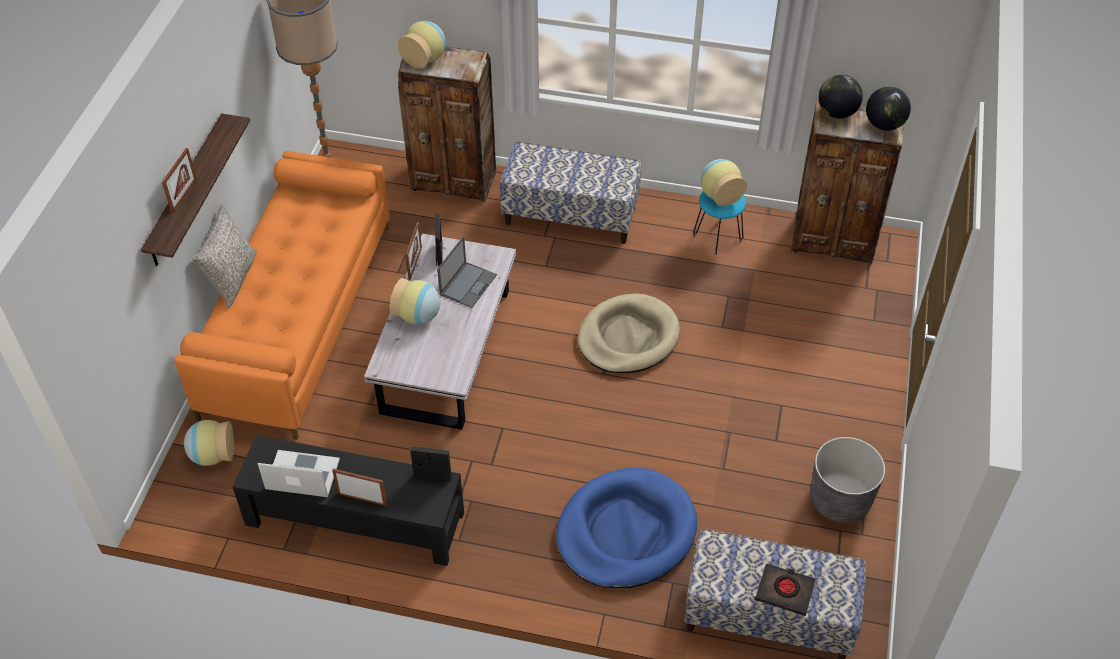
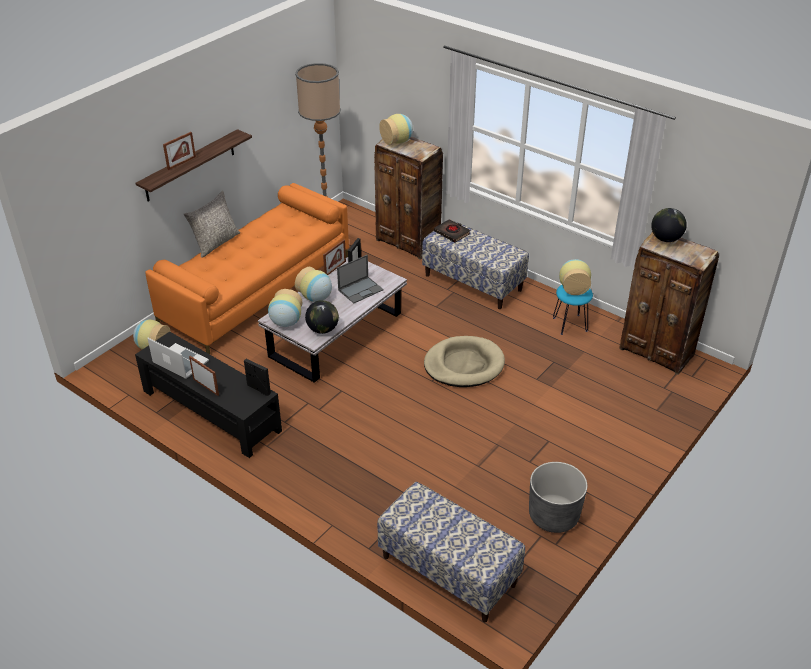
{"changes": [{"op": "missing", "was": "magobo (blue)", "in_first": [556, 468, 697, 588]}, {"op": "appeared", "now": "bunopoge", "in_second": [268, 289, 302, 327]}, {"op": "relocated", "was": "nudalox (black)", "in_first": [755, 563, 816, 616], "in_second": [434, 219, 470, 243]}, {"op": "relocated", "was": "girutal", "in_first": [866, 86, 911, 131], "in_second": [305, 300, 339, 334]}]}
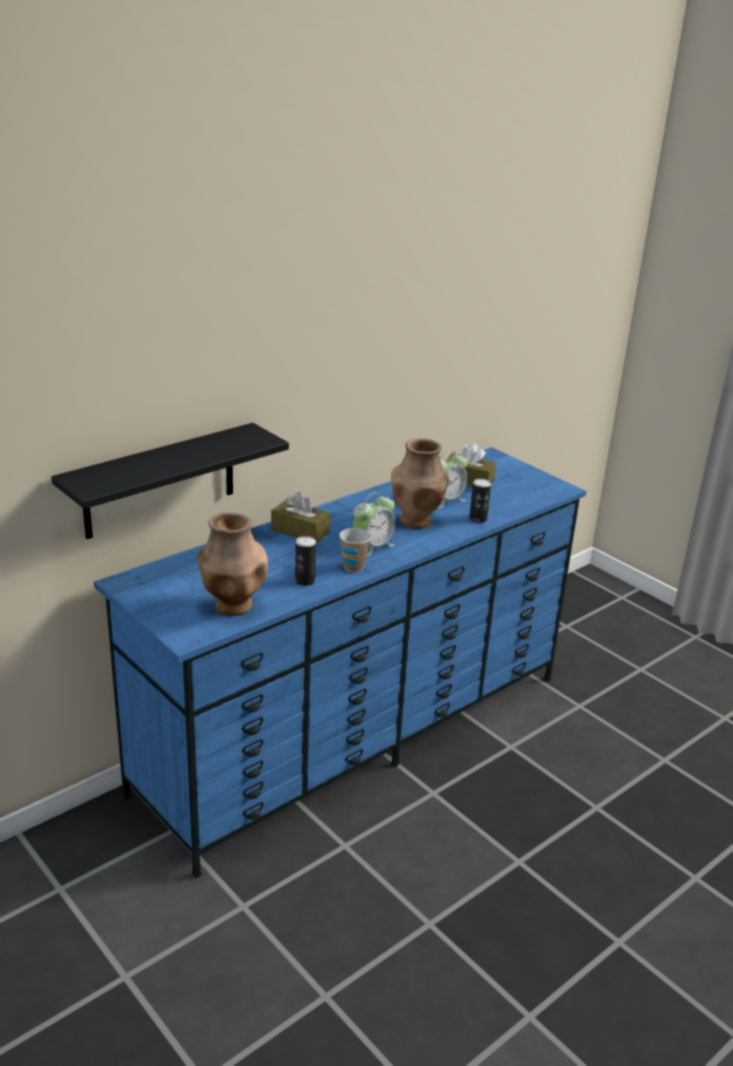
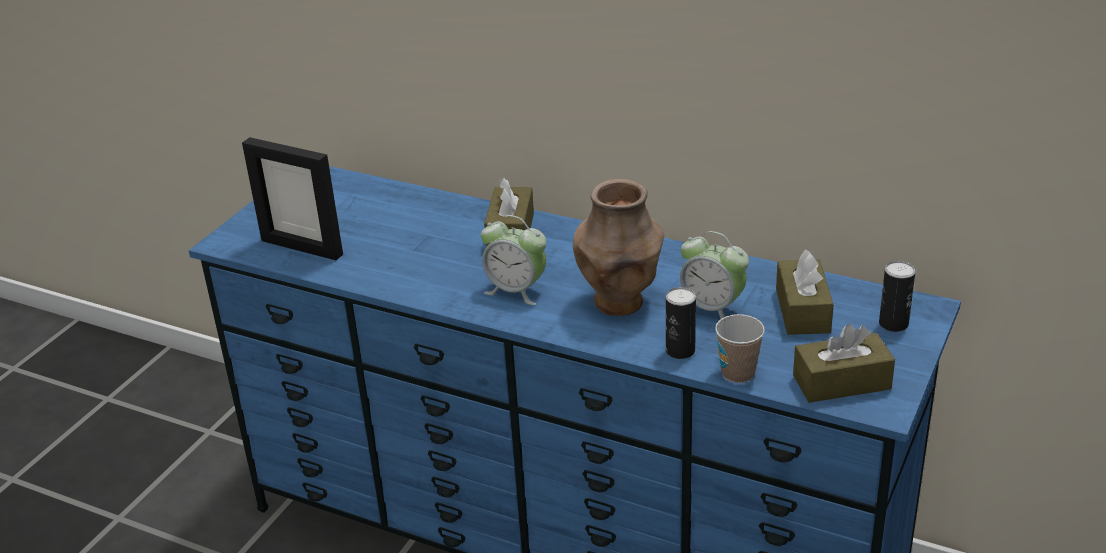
{"changes": [{"op": "missing", "was": "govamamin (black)", "in_first": [51, 423, 289, 539]}, {"op": "appeared", "now": "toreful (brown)", "in_second": [793, 324, 895, 403]}, {"op": "relocated", "was": "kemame", "in_first": [295, 536, 316, 586], "in_second": [879, 261, 915, 332]}, {"op": "relocated", "was": "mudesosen", "in_first": [339, 528, 371, 572], "in_second": [715, 314, 765, 383]}, {"op": "exchanged", "was": "bunopoge (brown)", "now": "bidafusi", "in_first": [197, 512, 268, 616], "in_second": [242, 137, 343, 260]}]}
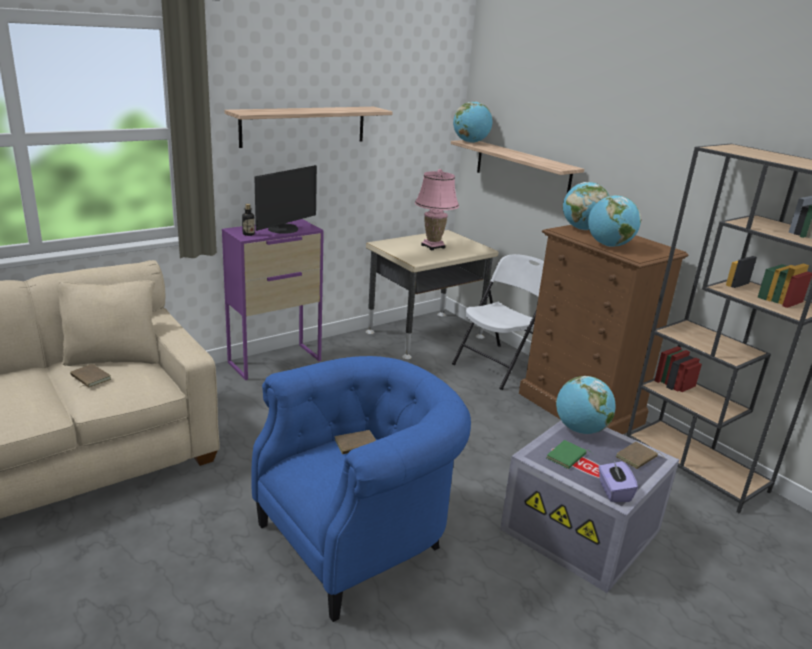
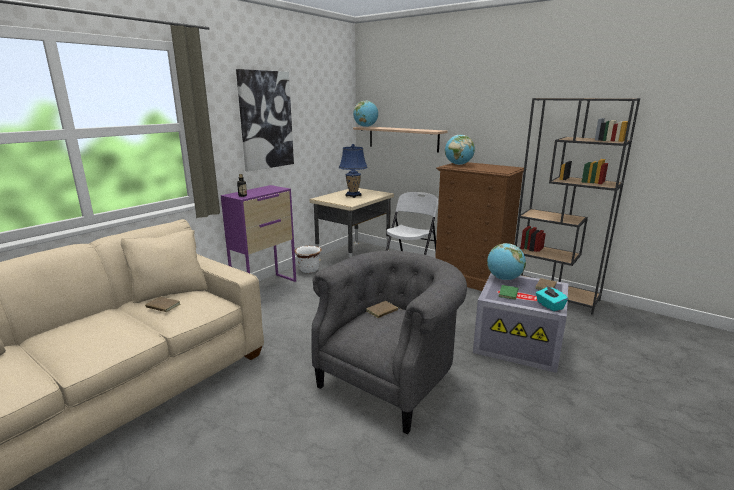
{"changes": [{"op": "missing", "was": "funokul", "in_first": [254, 165, 317, 234]}, {"op": "missing", "was": "girutal", "in_first": [588, 195, 641, 247]}, {"op": "appeared", "now": "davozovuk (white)", "in_second": [295, 246, 322, 273]}, {"op": "exchanged", "was": "govamamin", "now": "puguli", "in_first": [225, 107, 393, 148], "in_second": [236, 69, 294, 172]}, {"op": "colour", "was": "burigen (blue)", "now": "burigen (grey)", "in_first": [251, 356, 471, 622], "in_second": [311, 250, 467, 434]}, {"op": "colour", "was": "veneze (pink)", "now": "veneze (blue)", "in_first": [415, 169, 459, 251], "in_second": [339, 144, 368, 198]}, {"op": "colour", "was": "toreful (purple)", "now": "toreful (turquoise)", "in_first": [599, 461, 638, 502], "in_second": [536, 286, 568, 311]}]}
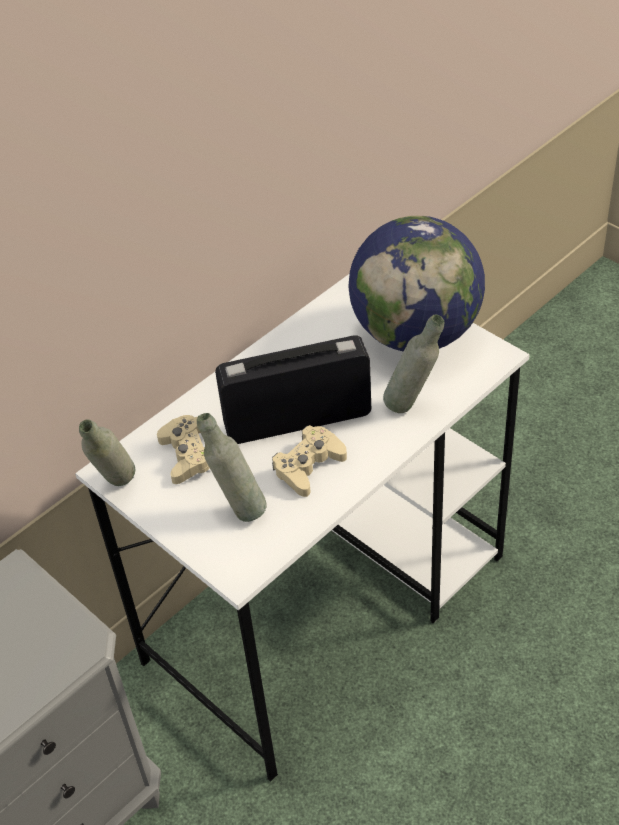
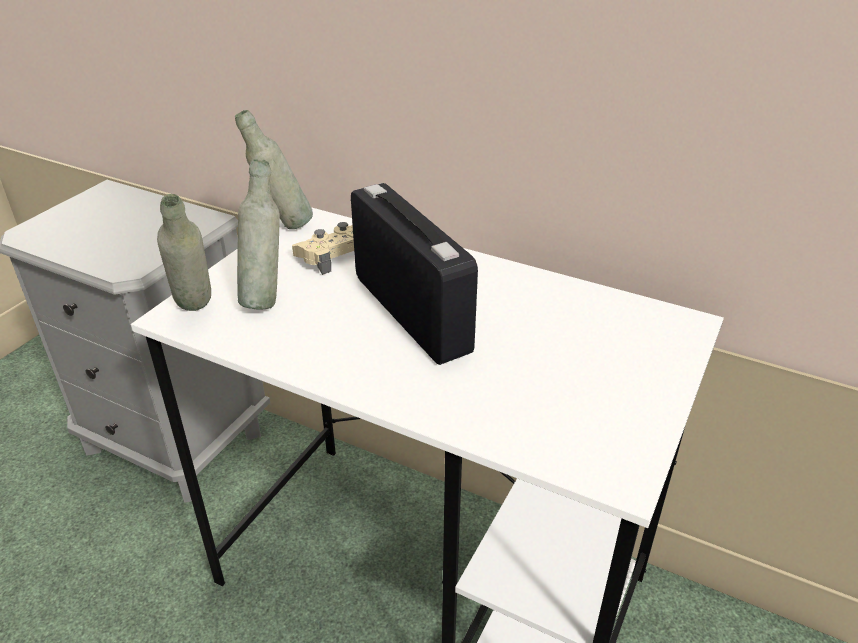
{"changes": [{"op": "missing", "was": "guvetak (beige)", "in_first": [272, 425, 347, 497]}, {"op": "missing", "was": "girutal", "in_first": [348, 216, 485, 352]}, {"op": "relocated", "was": "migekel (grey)", "in_first": [383, 315, 444, 413], "in_second": [157, 194, 211, 311]}]}
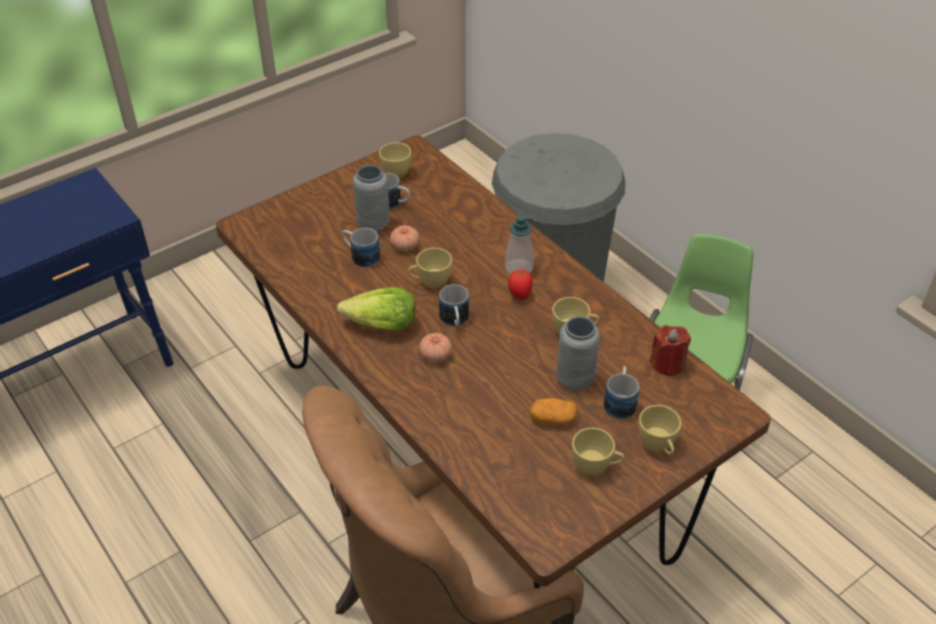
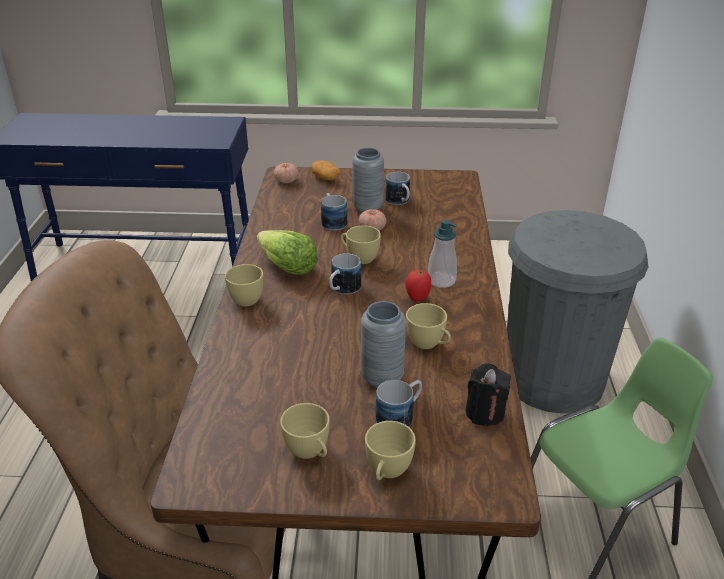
{"changes": [{"op": "relocated", "was": "mudesosen (yellow)", "in_first": [379, 142, 411, 179], "in_second": [225, 264, 263, 307]}, {"op": "relocated", "was": "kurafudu", "in_first": [419, 333, 452, 362], "in_second": [274, 163, 299, 183]}, {"op": "relocated", "was": "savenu", "in_first": [530, 398, 577, 424], "in_second": [311, 160, 340, 180]}, {"op": "colour", "was": "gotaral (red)", "now": "gotaral (black)", "in_first": [650, 325, 691, 377], "in_second": [466, 363, 511, 426]}]}
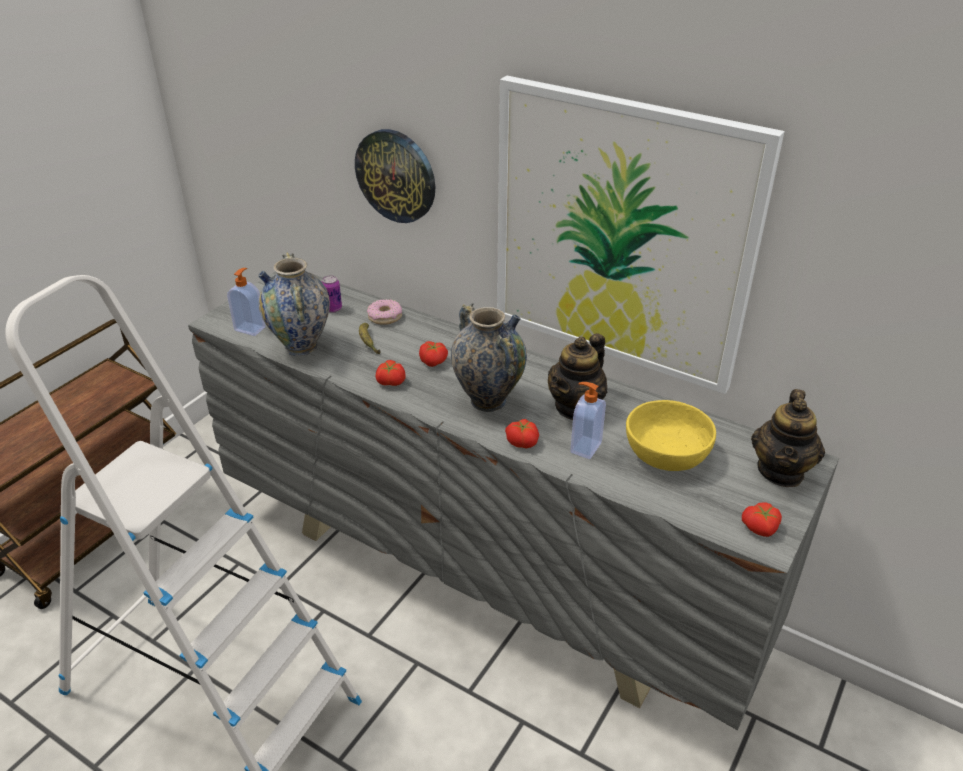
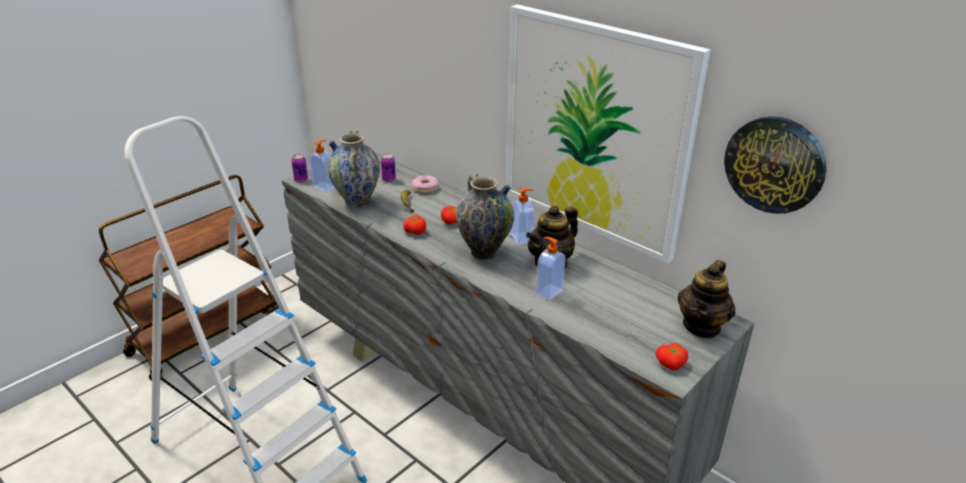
{"changes": [{"op": "missing", "was": "kurafudu", "in_first": [505, 419, 539, 448]}, {"op": "missing", "was": "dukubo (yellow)", "in_first": [626, 400, 716, 471]}, {"op": "appeared", "now": "kemame", "in_second": [291, 154, 308, 182]}, {"op": "appeared", "now": "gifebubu", "in_second": [511, 188, 534, 245]}, {"op": "relocated", "was": "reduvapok", "in_first": [355, 129, 435, 223], "in_second": [724, 116, 826, 214]}]}
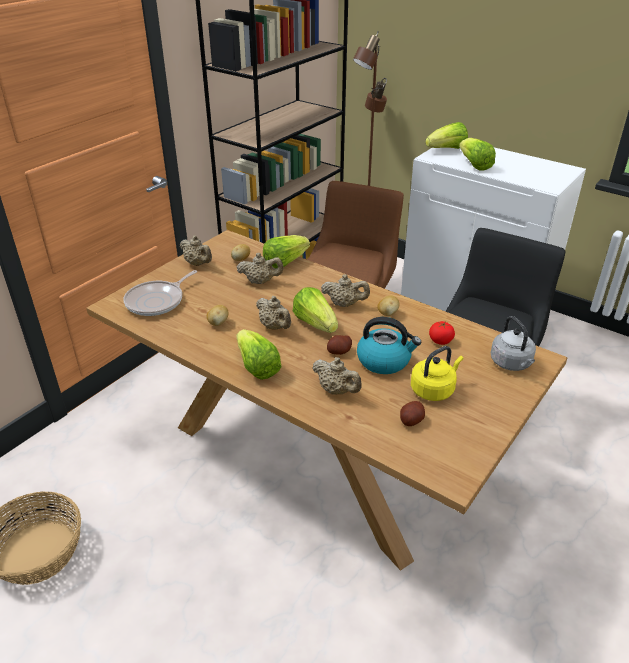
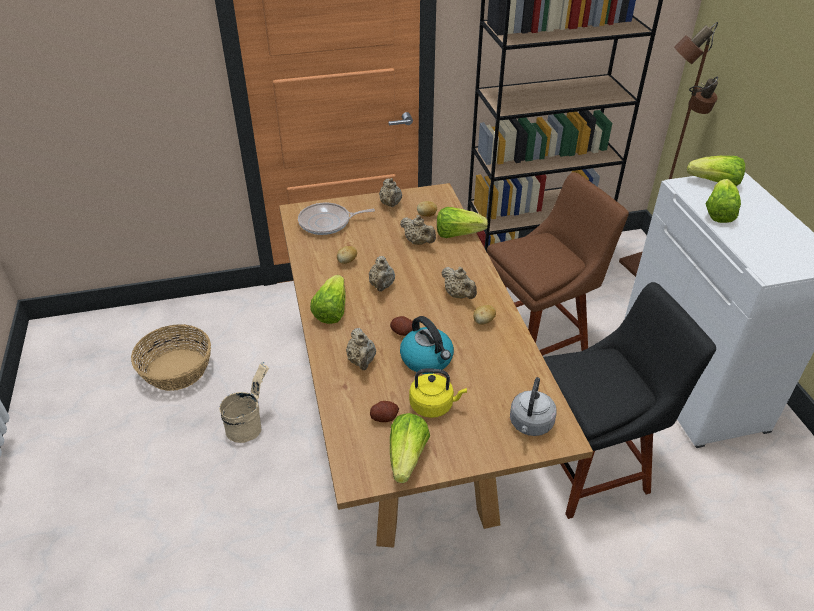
{"changes": [{"op": "missing", "was": "kurafudu", "in_first": [429, 321, 455, 345]}, {"op": "appeared", "now": "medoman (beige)", "in_second": [219, 362, 269, 443]}, {"op": "relocated", "was": "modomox", "in_first": [293, 287, 338, 333], "in_second": [390, 413, 430, 483]}]}
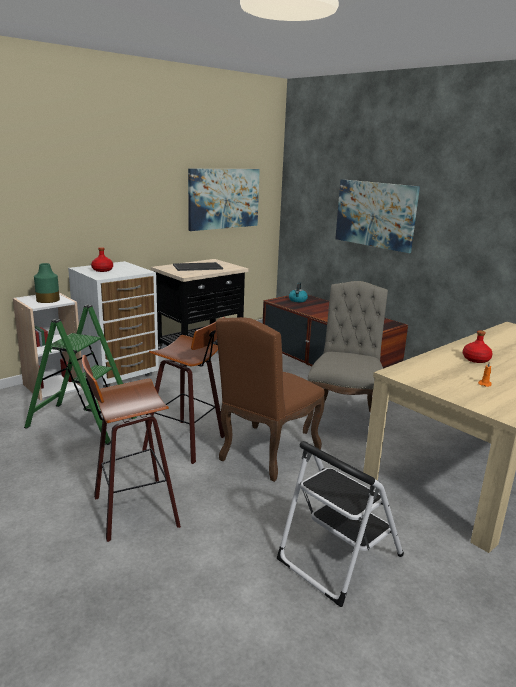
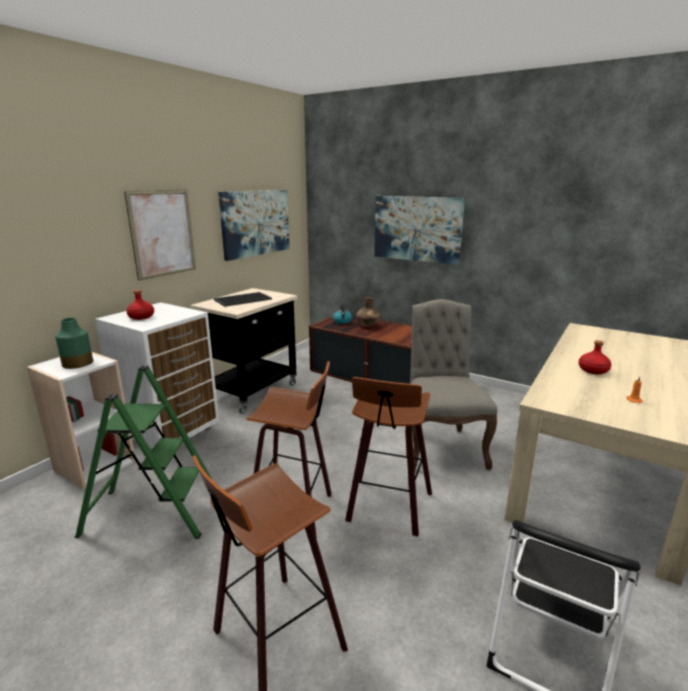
{"changes": [{"op": "appeared", "now": "puguli", "in_second": [124, 190, 196, 281]}, {"op": "appeared", "now": "bunopoge (brown)", "in_second": [356, 297, 381, 327]}, {"op": "exchanged", "was": "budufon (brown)", "now": "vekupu", "in_first": [216, 317, 325, 482], "in_second": [345, 377, 432, 536]}]}
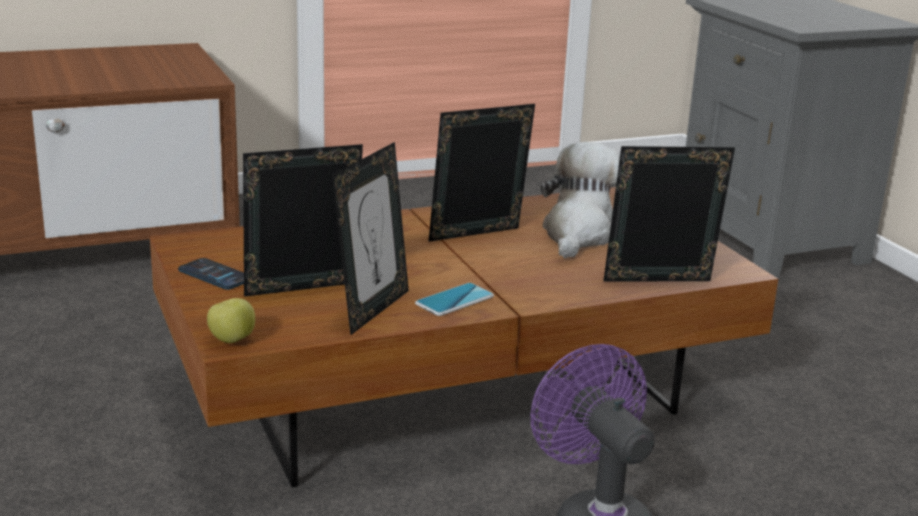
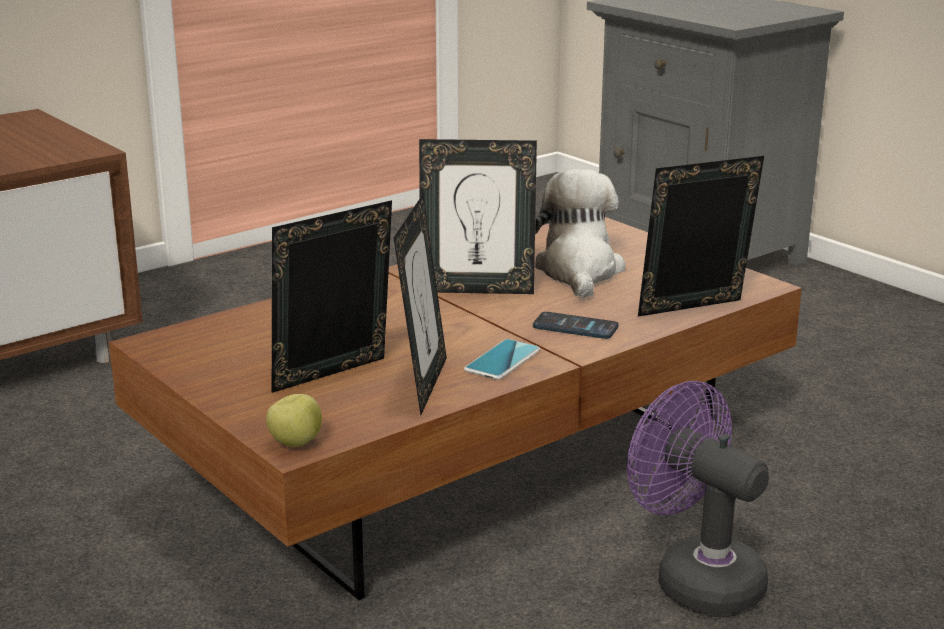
{"changes": [{"op": "relocated", "was": "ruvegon", "in_first": [178, 258, 244, 290], "in_second": [533, 312, 619, 339]}, {"op": "spun", "was": "bidafusi", "in_first": [429, 104, 535, 241], "in_second": [419, 139, 537, 294], "clockwise": -135}]}
